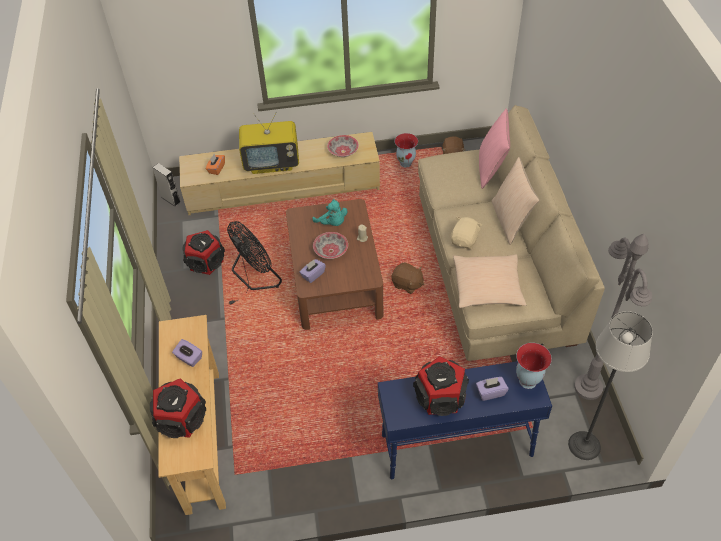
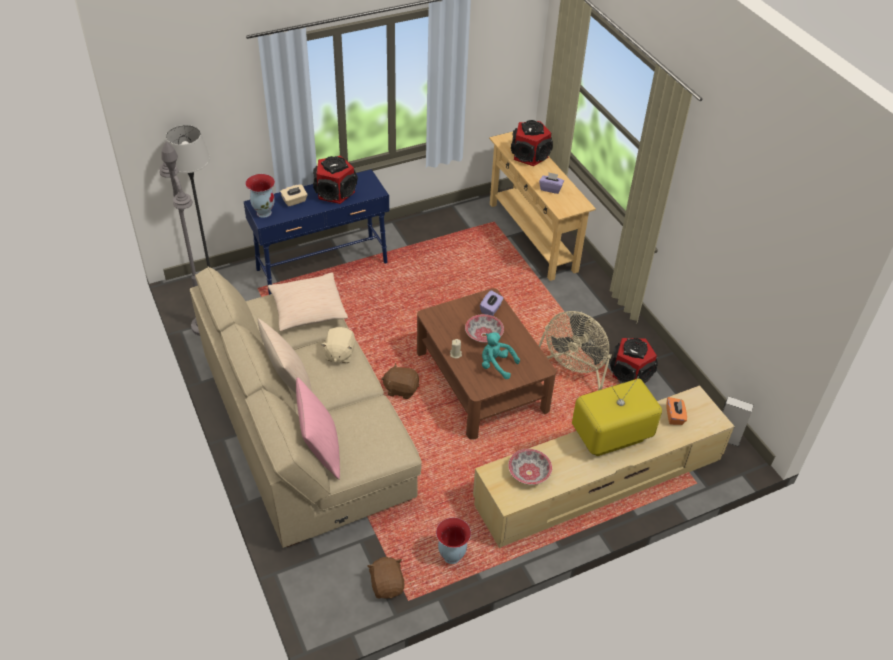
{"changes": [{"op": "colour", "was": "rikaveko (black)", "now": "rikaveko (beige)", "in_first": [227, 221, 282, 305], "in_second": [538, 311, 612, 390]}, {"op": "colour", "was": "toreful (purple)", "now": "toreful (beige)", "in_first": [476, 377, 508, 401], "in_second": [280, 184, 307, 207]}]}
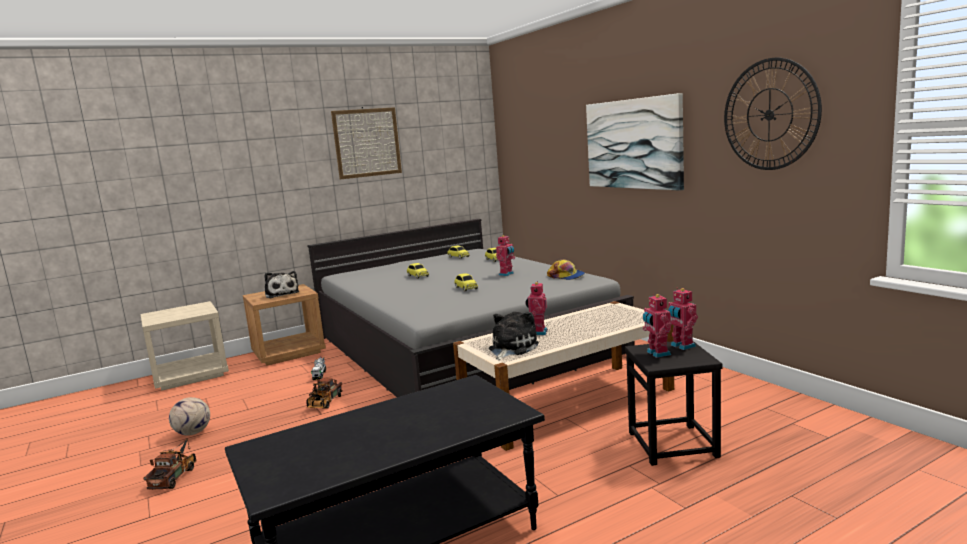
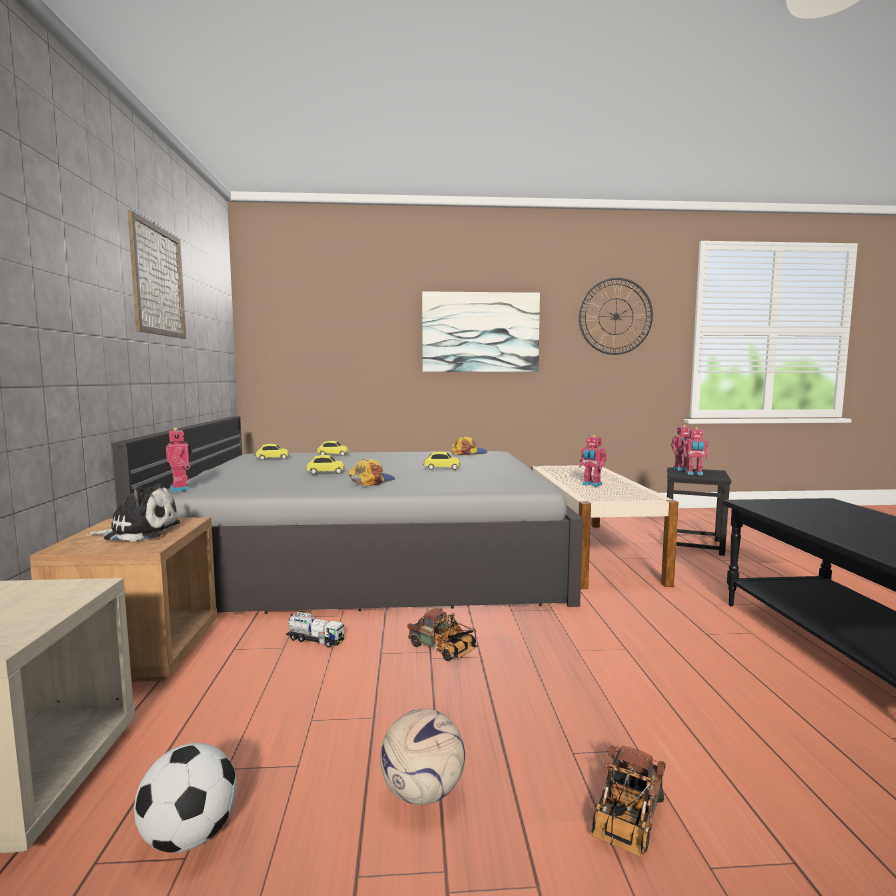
{"changes": [{"op": "missing", "was": "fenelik", "in_first": [489, 312, 539, 360]}, {"op": "appeared", "now": "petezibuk", "in_second": [134, 743, 237, 853]}, {"op": "appeared", "now": "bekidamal", "in_second": [349, 459, 395, 486]}, {"op": "relocated", "was": "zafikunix", "in_first": [496, 235, 515, 276], "in_second": [166, 427, 193, 492]}, {"op": "spun", "was": "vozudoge", "in_first": [144, 438, 197, 490], "in_second": [591, 745, 666, 857], "clockwise": -90}]}
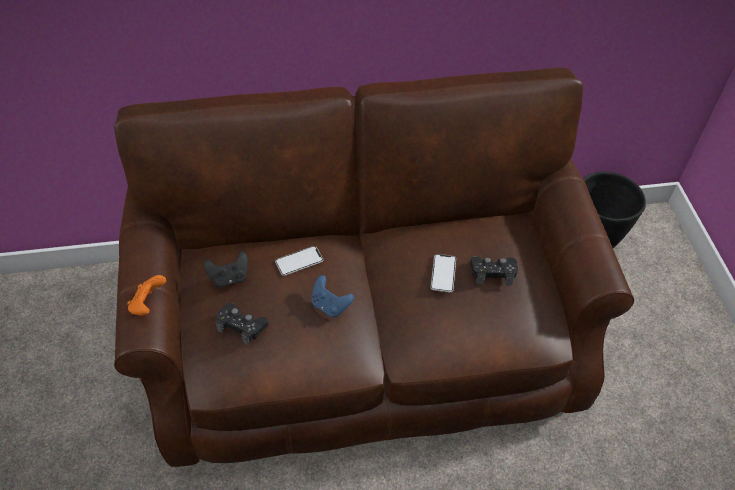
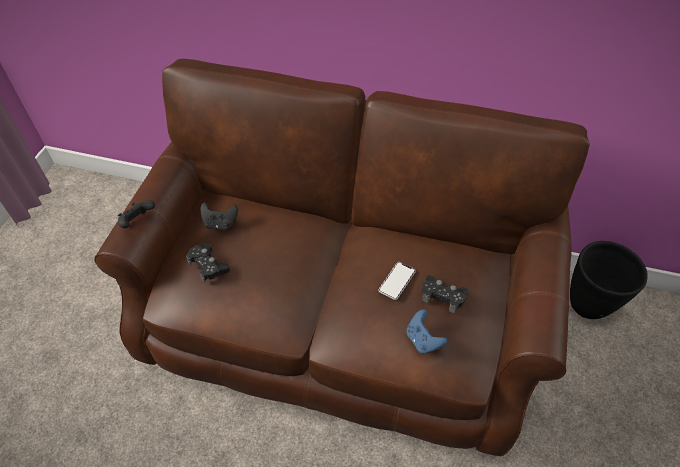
{"changes": [{"op": "missing", "was": "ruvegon", "in_first": [275, 246, 323, 276]}, {"op": "relocated", "was": "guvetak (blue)", "in_first": [311, 275, 354, 317], "in_second": [407, 309, 447, 354]}, {"op": "colour", "was": "guvetak (orange)", "now": "guvetak (black)", "in_first": [127, 275, 166, 316], "in_second": [118, 200, 155, 228]}]}
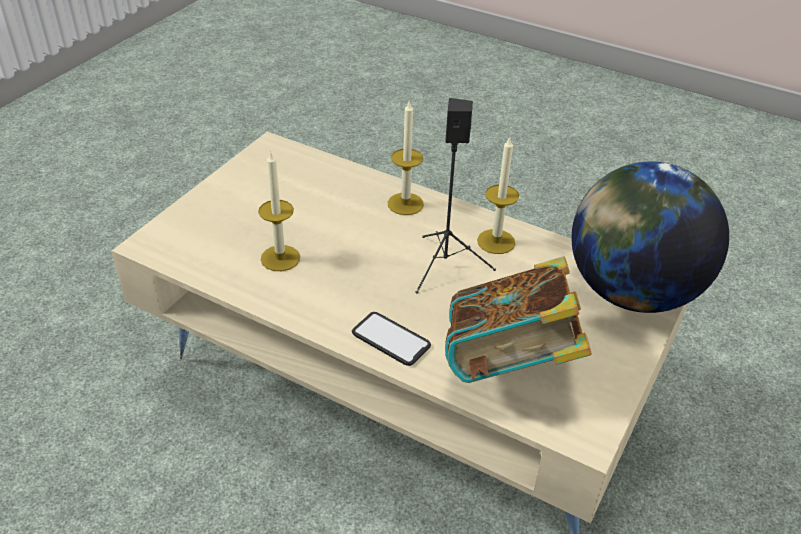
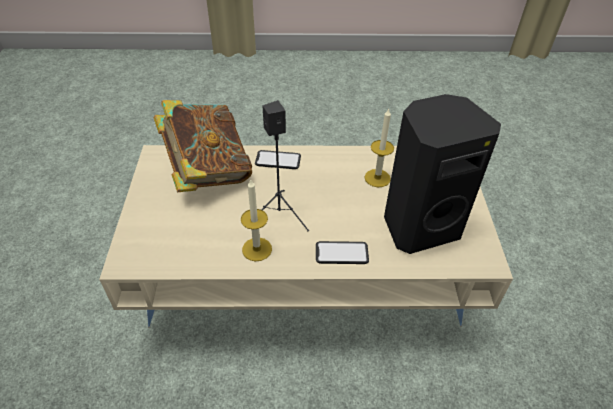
{"changes": [{"op": "missing", "was": "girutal", "in_first": [571, 162, 729, 313]}, {"op": "appeared", "now": "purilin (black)", "in_second": [384, 94, 501, 254]}, {"op": "exchanged", "was": "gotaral", "now": "ruvegon", "in_first": [388, 100, 424, 215], "in_second": [316, 241, 369, 264]}]}
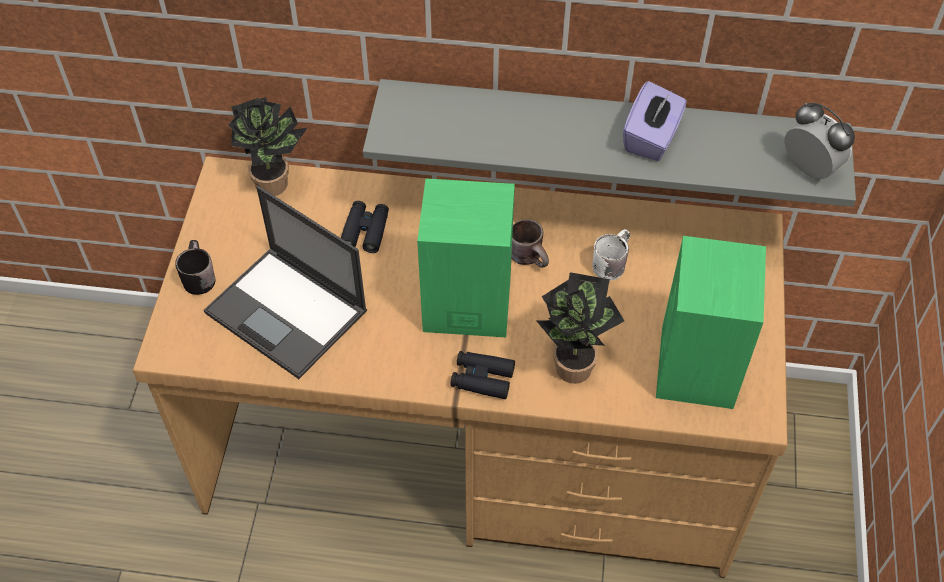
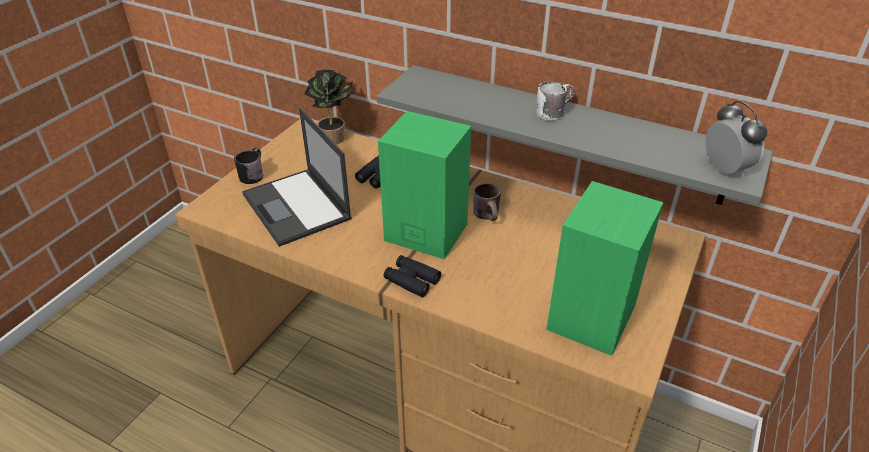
{"changes": [{"op": "missing", "was": "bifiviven", "in_first": [536, 272, 624, 383]}, {"op": "missing", "was": "toreful (purple)", "in_first": [623, 81, 687, 161]}, {"op": "relocated", "was": "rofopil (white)", "in_first": [592, 229, 630, 280], "in_second": [536, 81, 574, 120]}]}
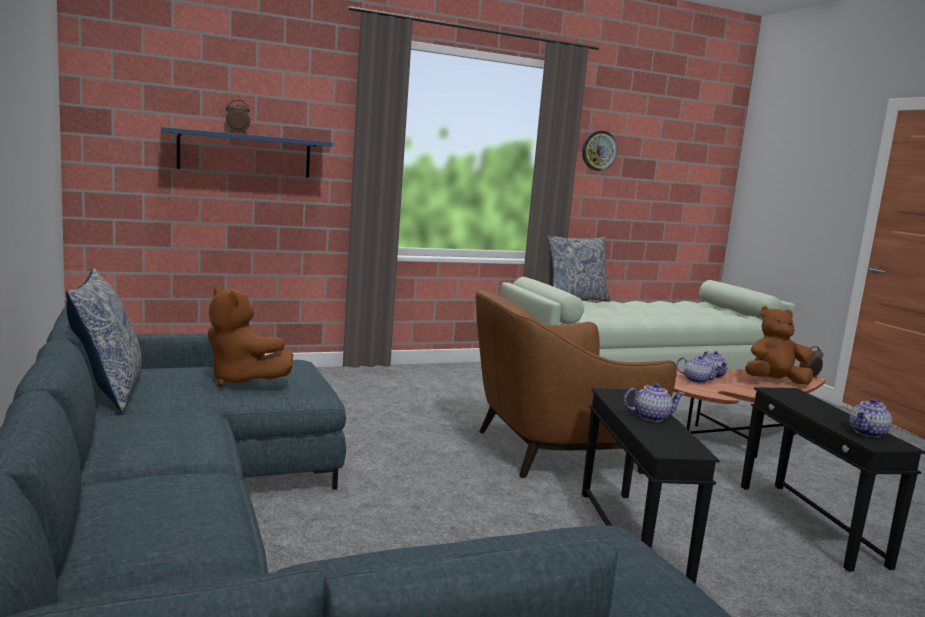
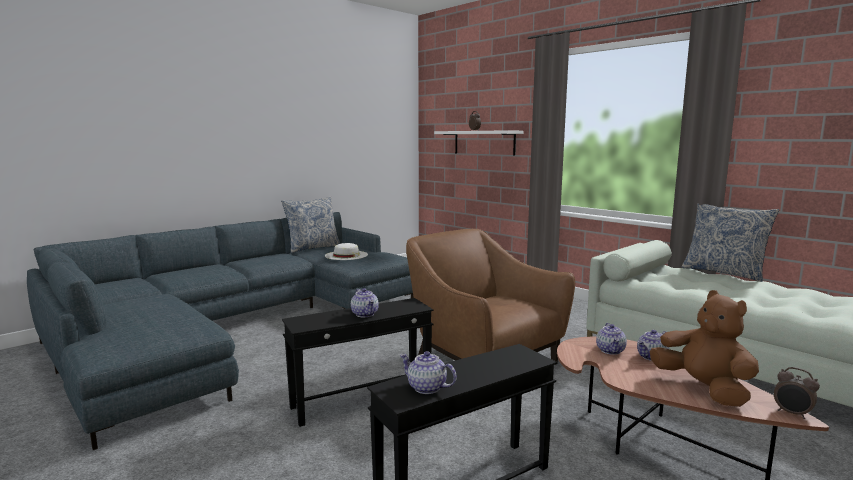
{"changes": [{"op": "missing", "was": "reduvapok", "in_first": [582, 131, 618, 171]}, {"op": "exchanged", "was": "fenelik (brown)", "now": "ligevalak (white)", "in_first": [208, 287, 293, 387], "in_second": [325, 243, 368, 260]}, {"op": "colour", "was": "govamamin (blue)", "now": "govamamin (white)", "in_first": [161, 127, 332, 178], "in_second": [434, 130, 523, 156]}]}
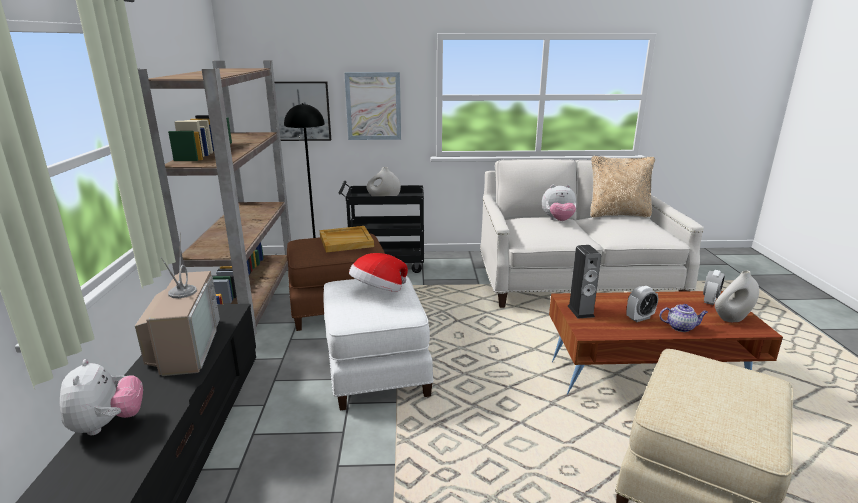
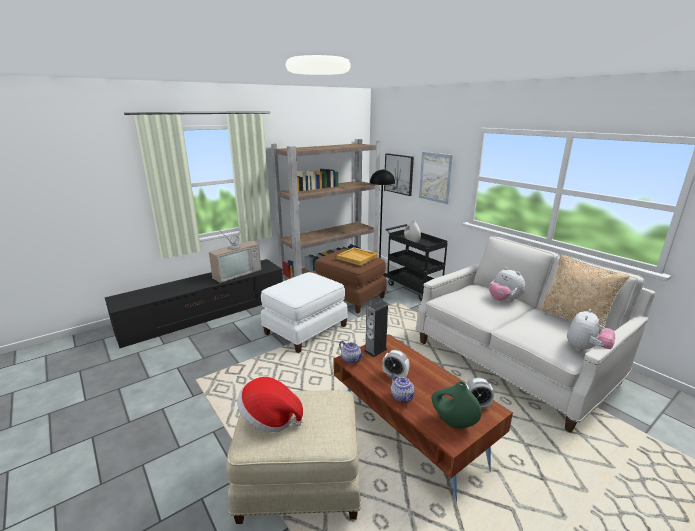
{"changes": [{"op": "appeared", "now": "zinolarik", "in_second": [339, 341, 364, 364]}, {"op": "relocated", "was": "fenelik", "in_first": [60, 359, 143, 435], "in_second": [567, 309, 615, 352]}, {"op": "relocated", "was": "ligevalak", "in_first": [349, 253, 408, 292], "in_second": [237, 377, 303, 432]}, {"op": "colour", "was": "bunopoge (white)", "now": "bunopoge (green)", "in_first": [715, 270, 759, 323], "in_second": [432, 381, 482, 429]}]}
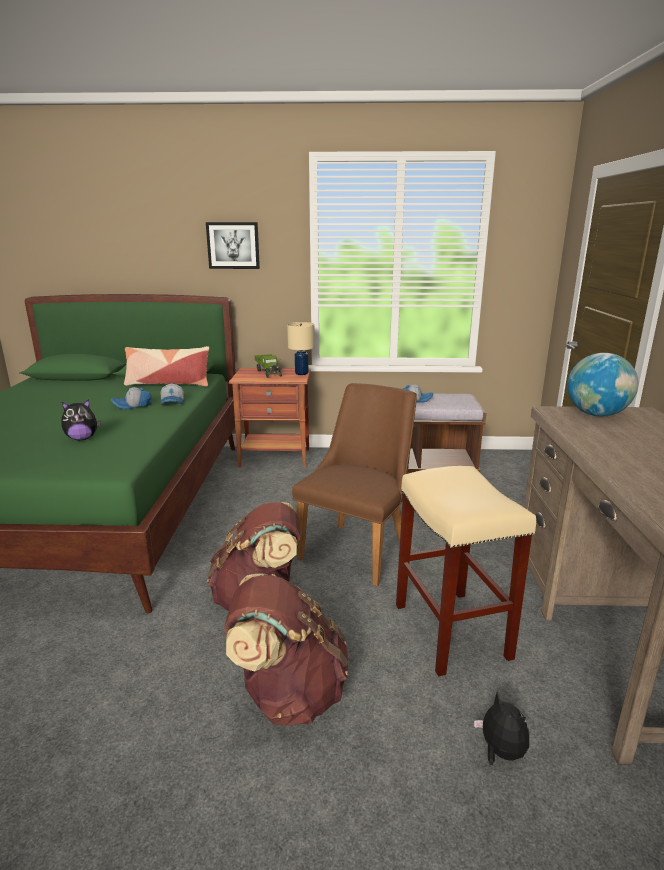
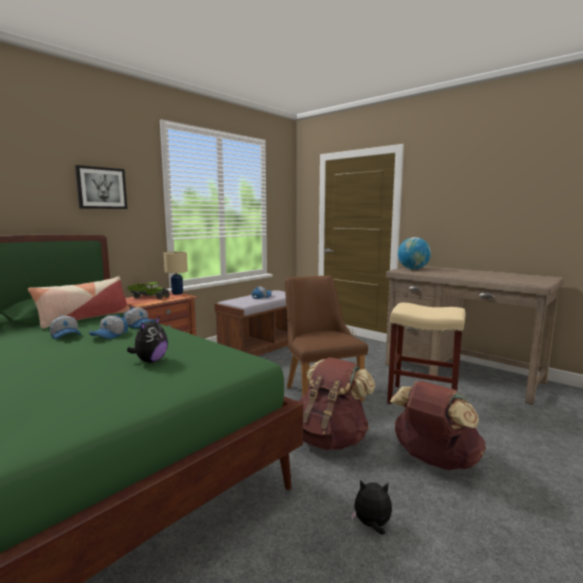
{"changes": [{"op": "appeared", "now": "bekidamal", "in_second": [49, 315, 81, 339]}, {"op": "relocated", "was": "fenelik", "in_first": [474, 692, 529, 765], "in_second": [351, 480, 392, 534]}]}
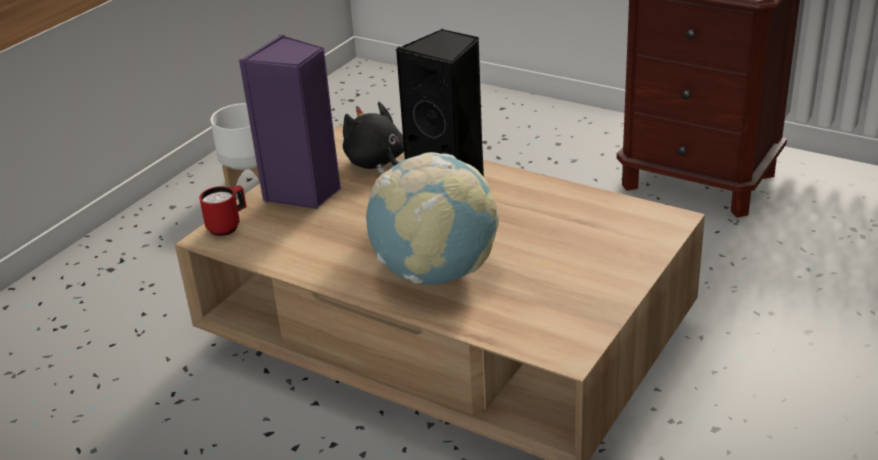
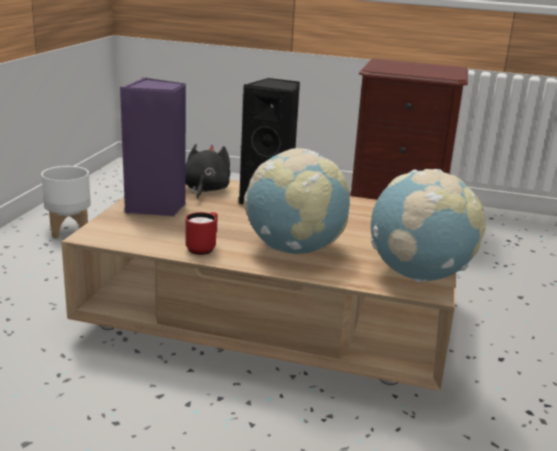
{"changes": [{"op": "appeared", "now": "girutal", "in_second": [371, 169, 486, 282]}, {"op": "relocated", "was": "rofopil (red)", "in_first": [199, 185, 246, 236], "in_second": [185, 212, 218, 255]}, {"op": "spun", "was": "fenelik (black)", "in_first": [343, 102, 404, 174], "in_second": [185, 144, 230, 200], "clockwise": 60}]}
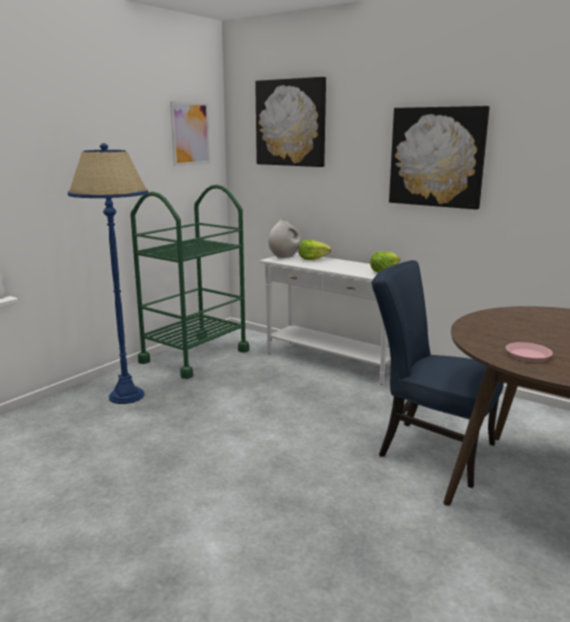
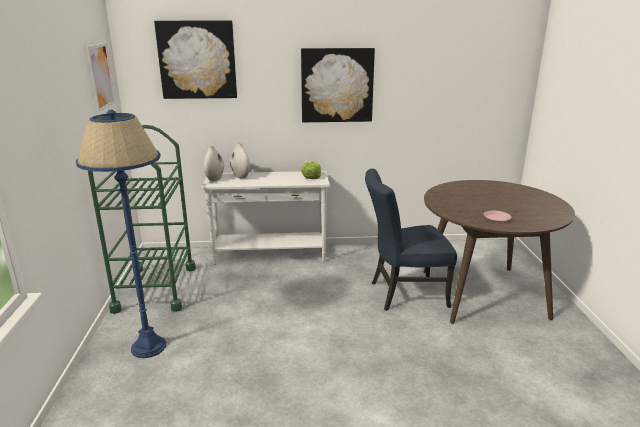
{"changes": [{"op": "exchanged", "was": "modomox", "now": "bunopoge (white)", "in_first": [299, 240, 332, 260], "in_second": [230, 143, 250, 178]}]}
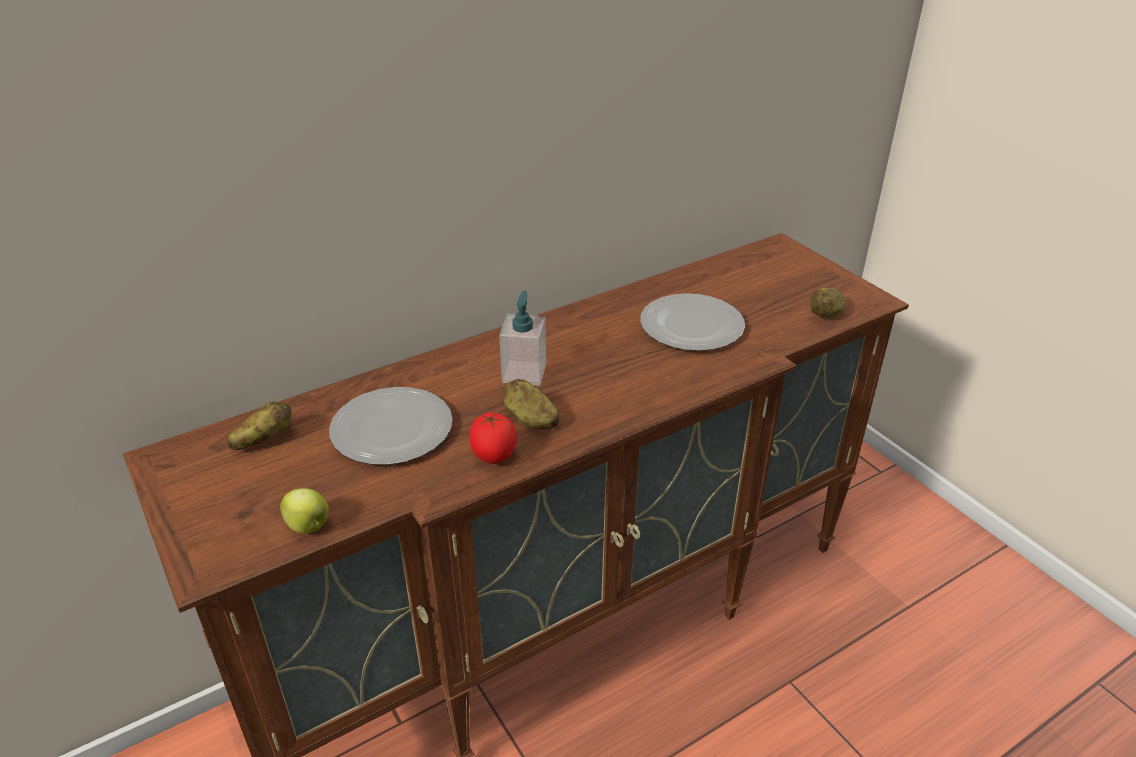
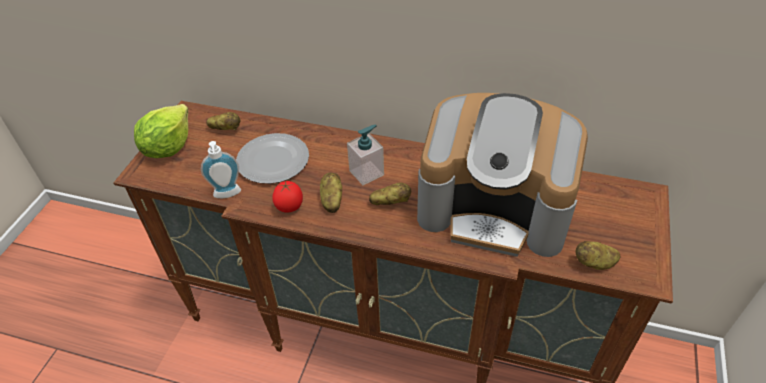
{"changes": [{"op": "missing", "was": "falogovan", "in_first": [280, 488, 329, 533]}, {"op": "appeared", "now": "modomox", "in_second": [134, 104, 188, 158]}, {"op": "appeared", "now": "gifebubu", "in_second": [201, 141, 241, 198]}, {"op": "appeared", "now": "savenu", "in_second": [369, 183, 411, 205]}, {"op": "exchanged", "was": "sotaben", "now": "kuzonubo", "in_first": [640, 293, 745, 351], "in_second": [417, 93, 588, 257]}]}
